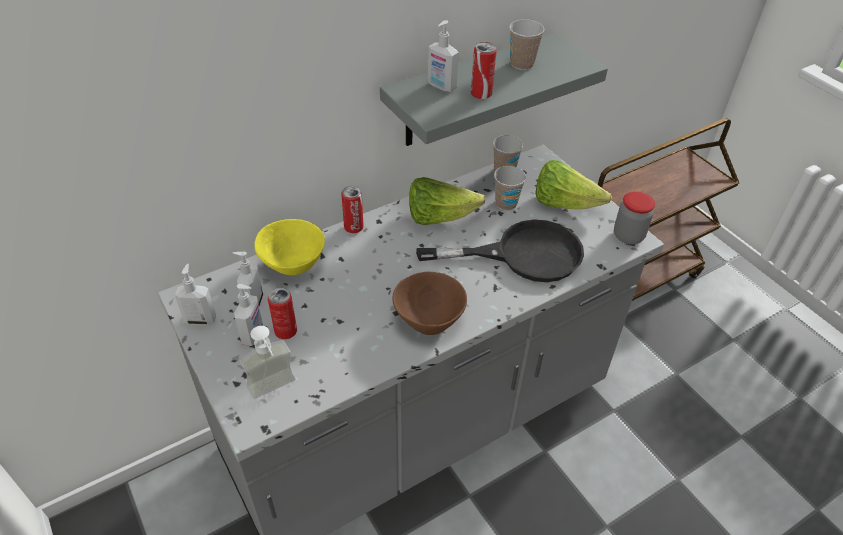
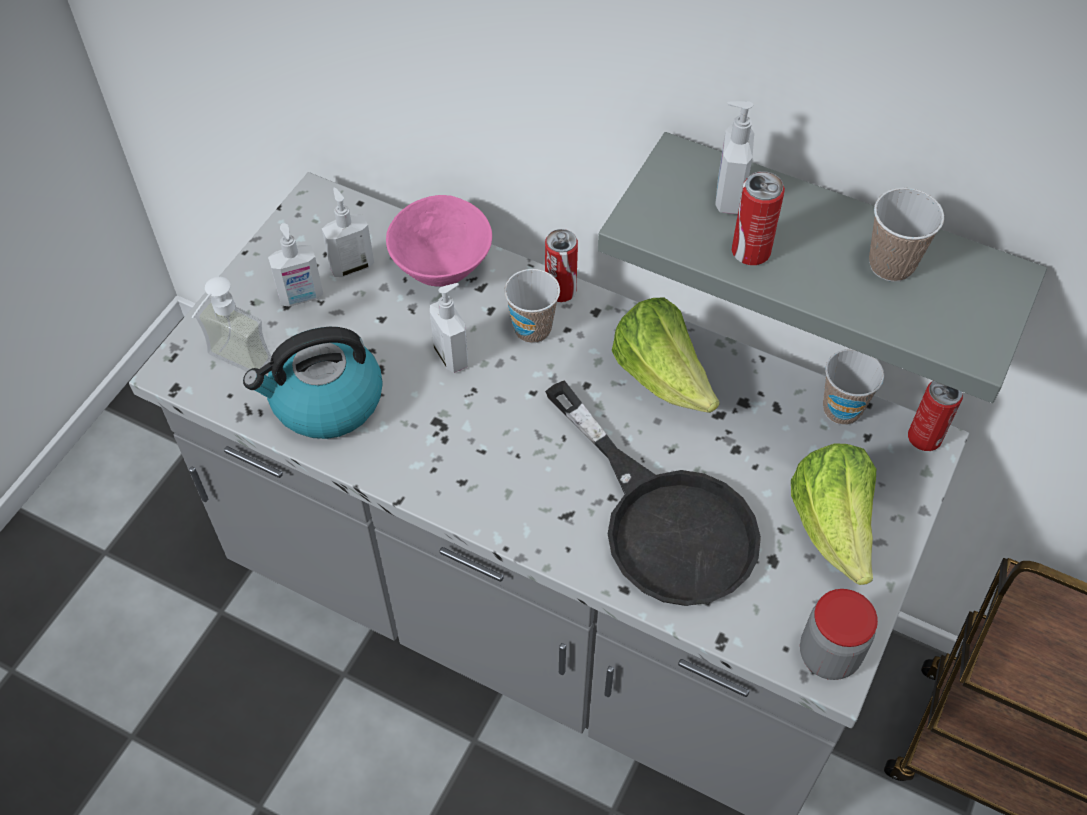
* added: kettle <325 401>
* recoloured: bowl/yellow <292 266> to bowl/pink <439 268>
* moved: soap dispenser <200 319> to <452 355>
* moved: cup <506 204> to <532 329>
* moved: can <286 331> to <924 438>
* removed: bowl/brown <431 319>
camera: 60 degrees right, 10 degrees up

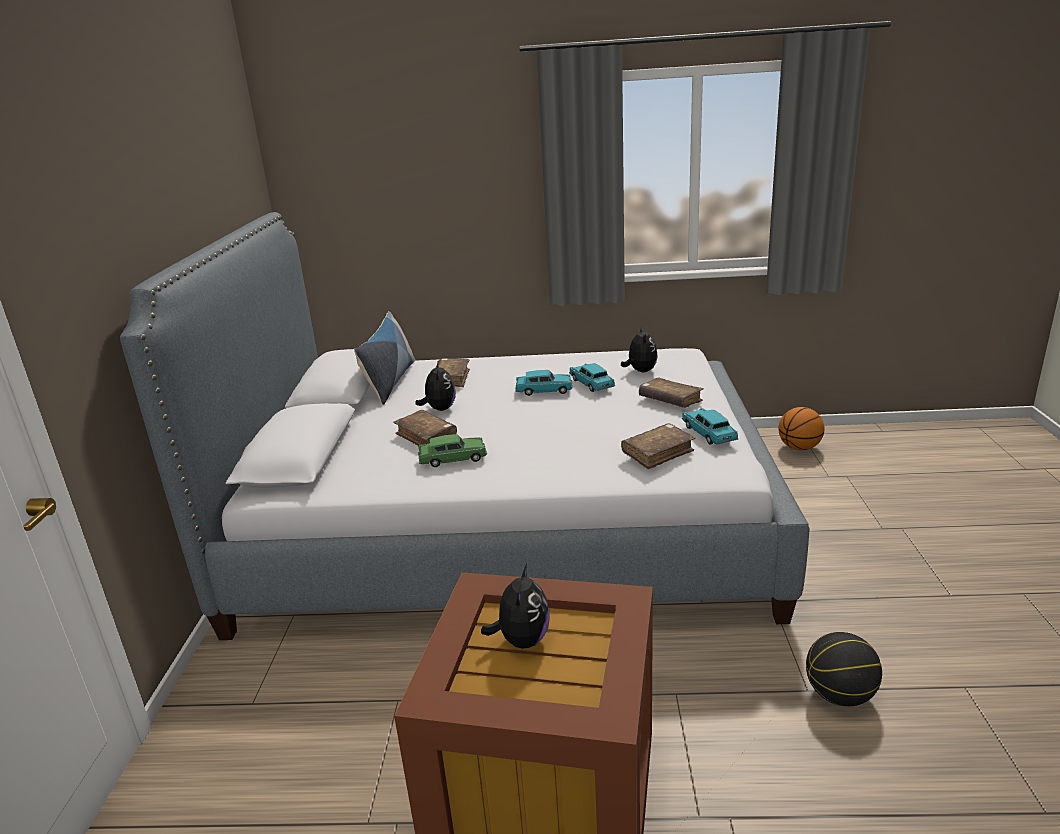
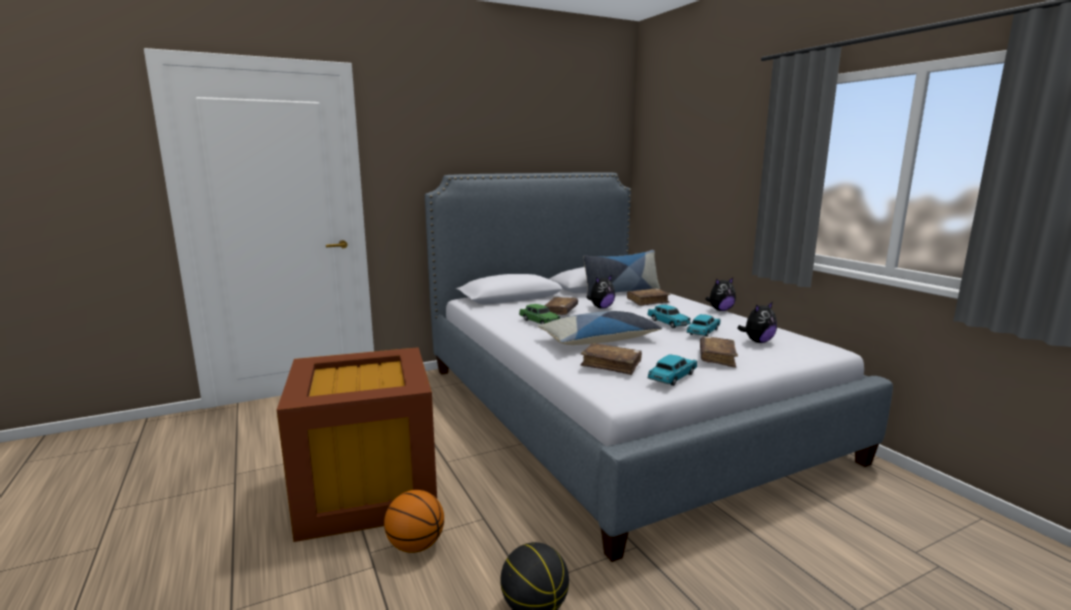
* moved: basketball <799 448> to <416 545>
* added: pillow <599 340>
* moved: plush toy <522 640> to <720 310>
camera: 60 degrees right, 10 degrees down

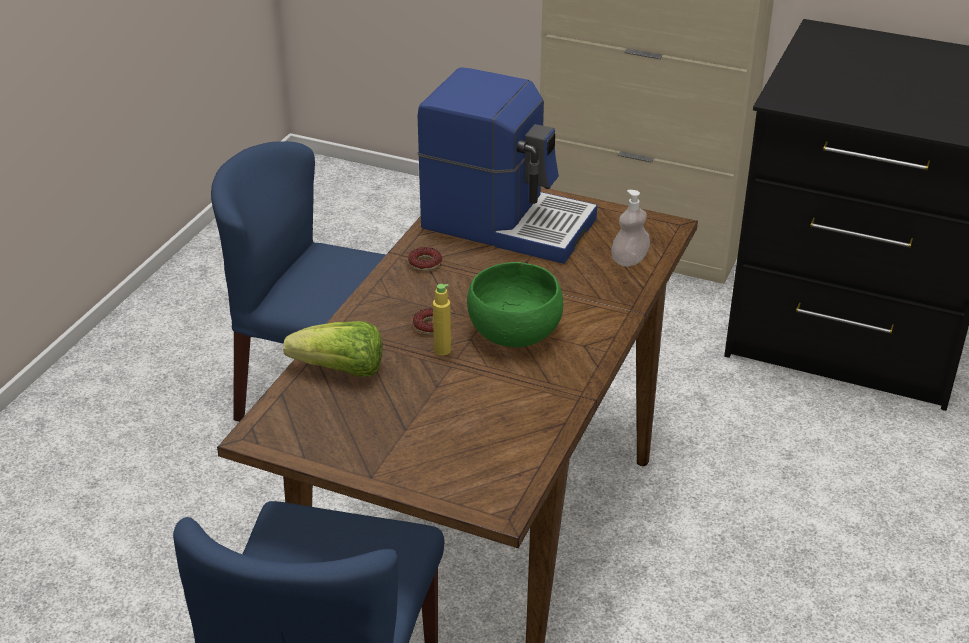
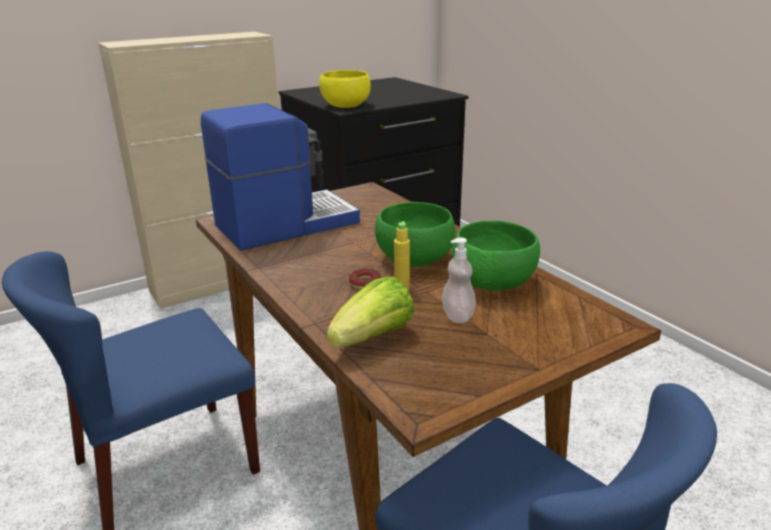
* added: bowl/yellow <346 105>
* moved: soap dispenser <629 260> to <457 316>
* added: bowl/green <492 282>
* removed: donut <425 263>
camera: 55 degrees left, 10 degrees down

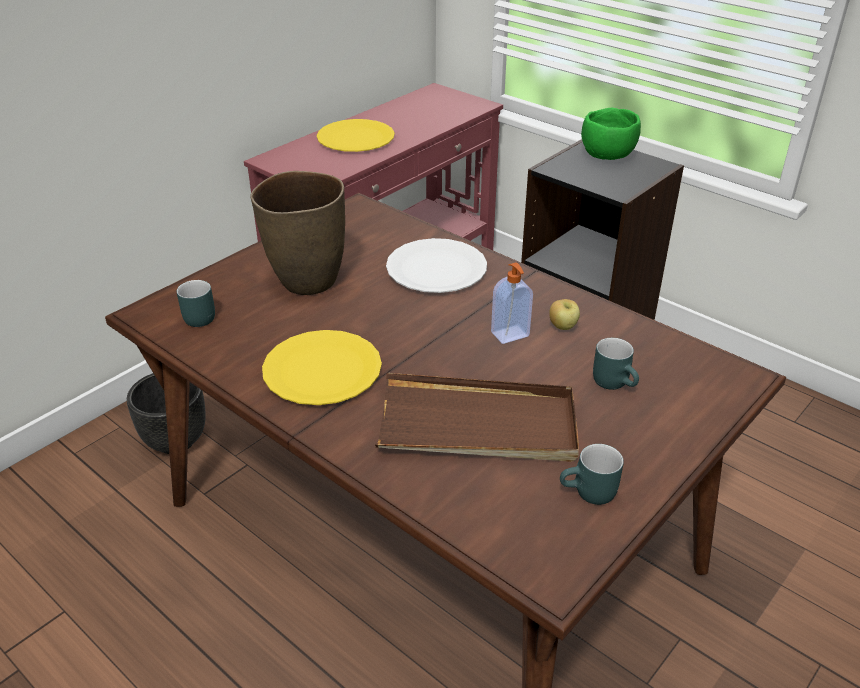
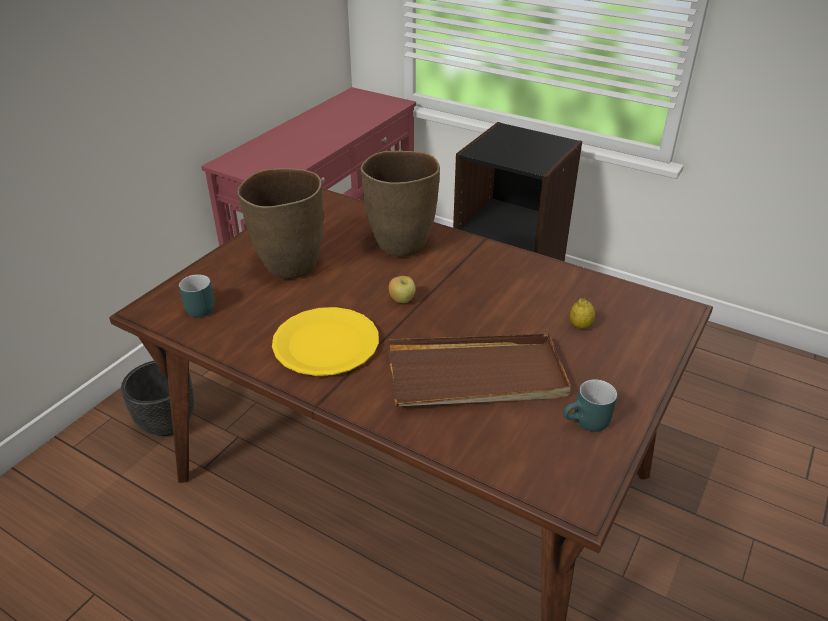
* replaced: plate/white <436 269> to vase/brown <400 245>
* moved: apple <563 327> to <402 300>
* replaced: mug/turquoise <616 382> to lemon <580 326>
* removed: plate/yellow <355 138>
* removed: soap dispenser <510 335>
* removed: bowl/green <609 156>
camera: 10 degrees left, 0 degrees up

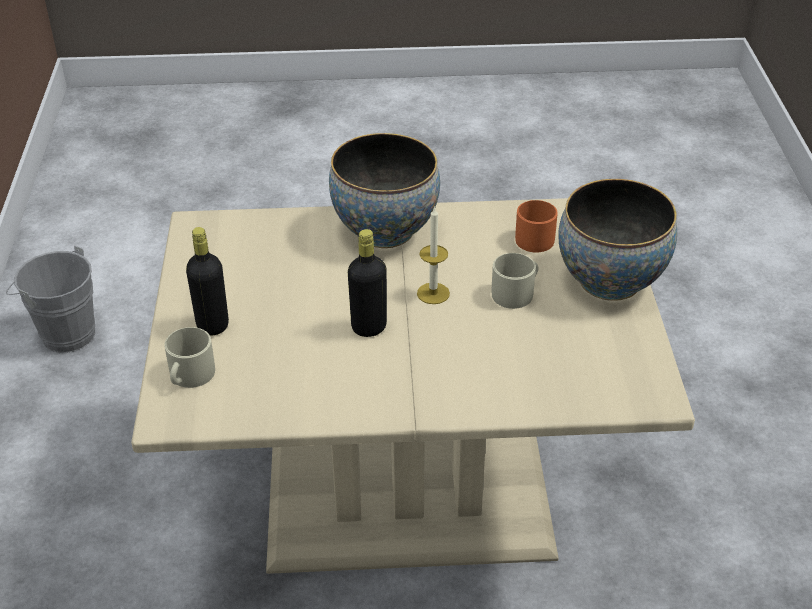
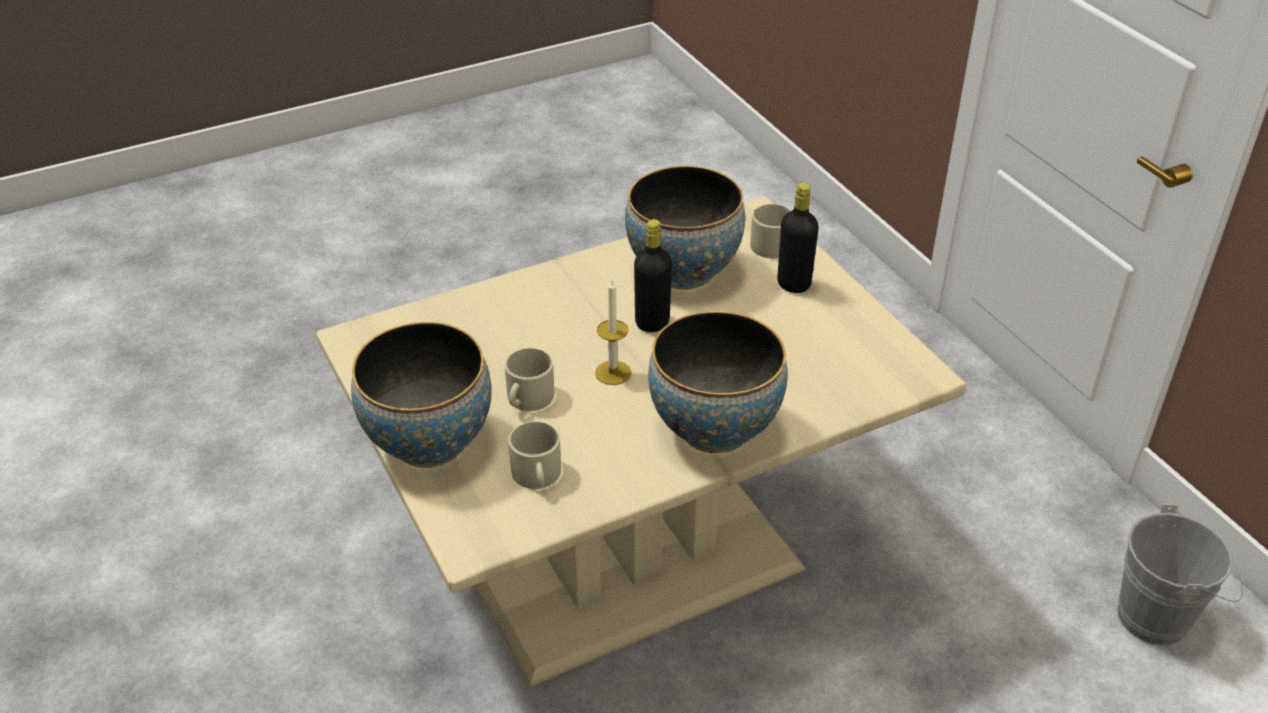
* recoloured: mug/orange <535 237> to mug/beige <537 476>
* added: bowl <683 271>
camera: 155 degrees right, 0 degrees up

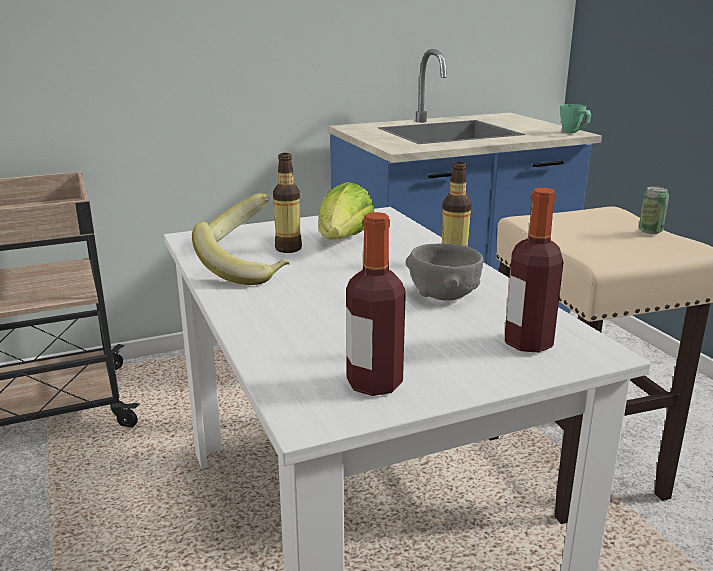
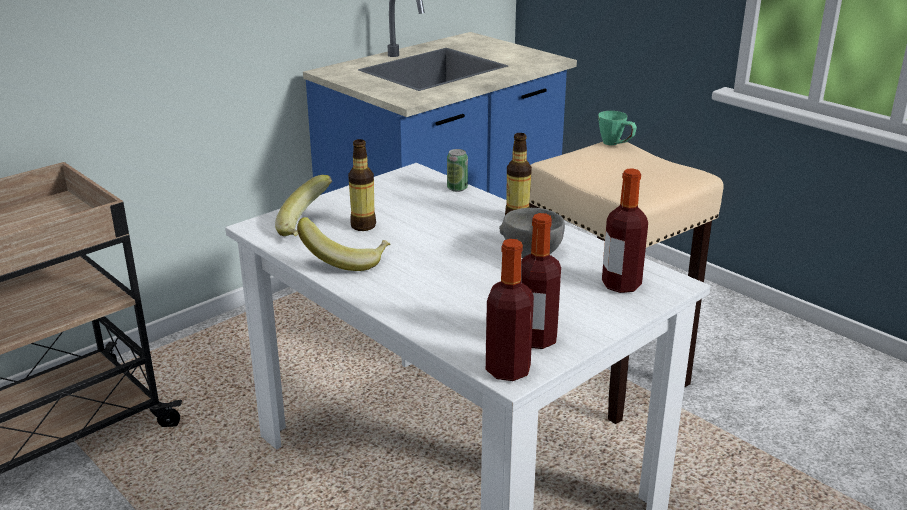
* moved: can <650 231> to <457 188>
* added: bottle <508 370>
* moved: mug/green <574 132> to <616 144>
* removed: lettuce <343 241>
camera: 20 degrees left, 5 degrees up

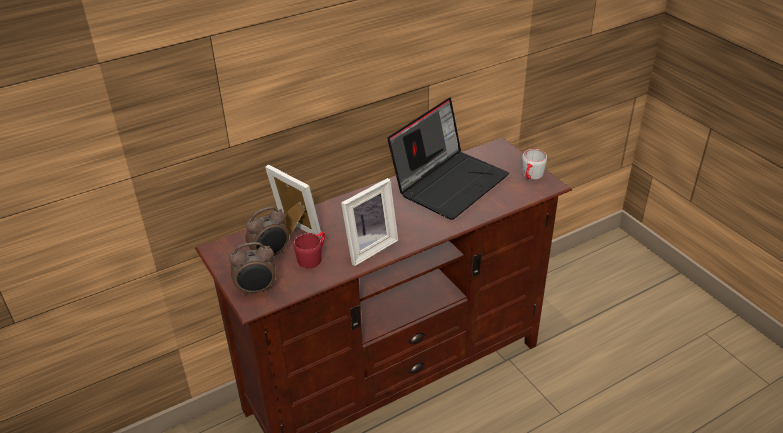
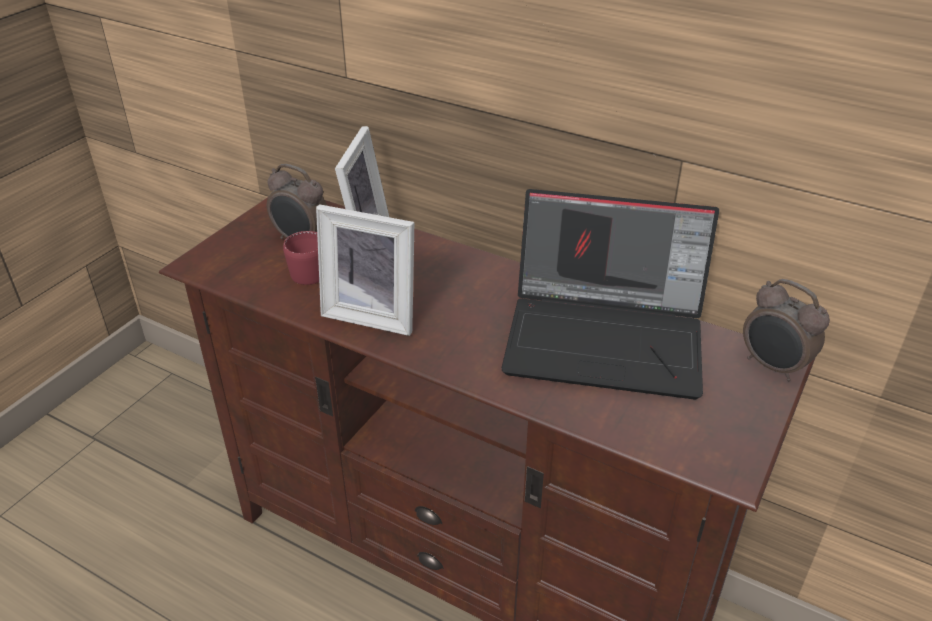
* moved: alarm clock <256 290> to <773 367>
* removed: mug/grey <531 176>
camera: 60 degrees right, 0 degrees up

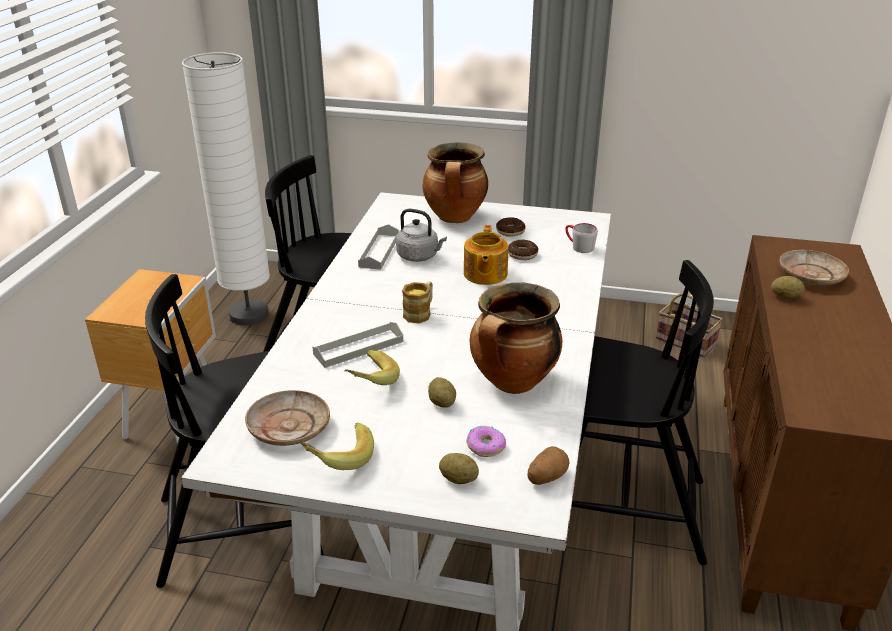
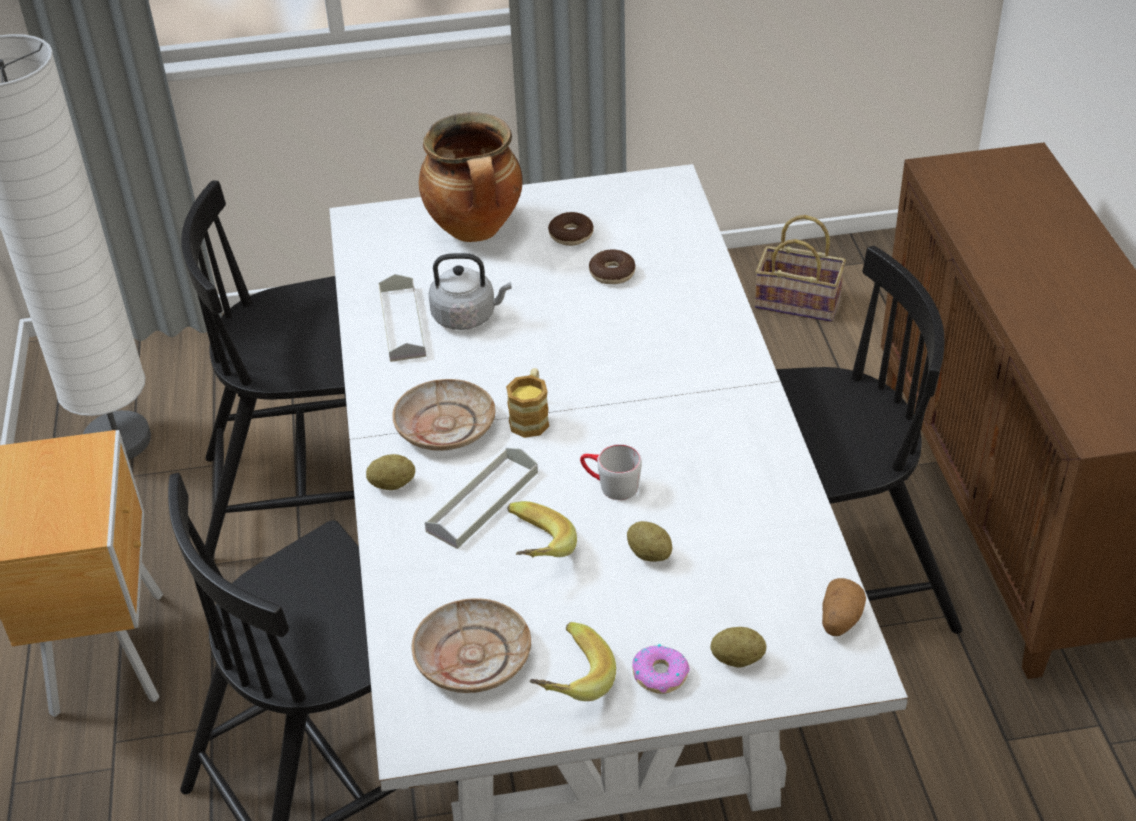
* moved: potato <785 297> to <392 484>
* moved: plate/beige <810 275> to <444 426>
* moved: mug/grey <578 246> to <610 485>
* moved: donut <485 446> to <660 674>
* removed: teapot <484 274>
* removed: cooking pot <513 383>
camera: 20 degrees left, 10 degrees up

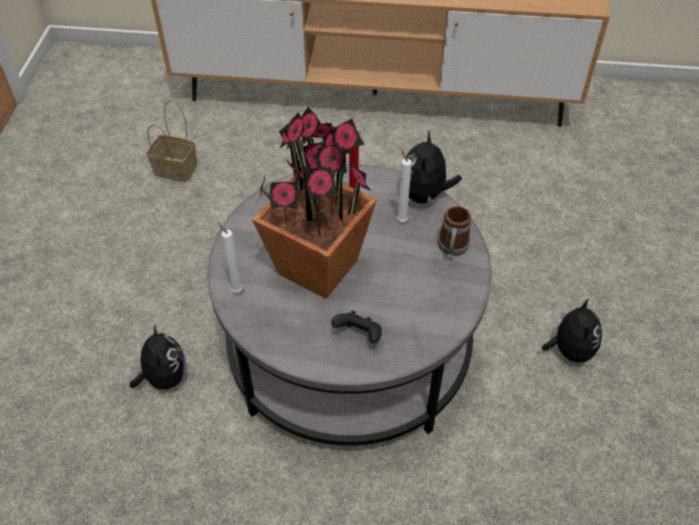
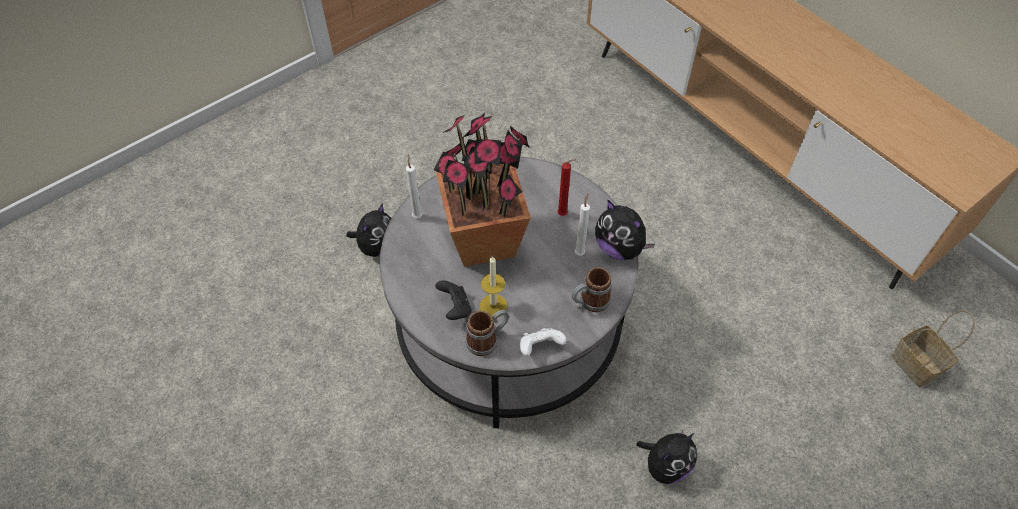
* added: mug <487 339>
* added: candle <493 306>
* added: game controller/white <540 347>
* turned: plush toy <425 195> = <620 248> 105 degrees counterclockwise
* moved: basket <177 169> to <918 365>
camera: 45 degrees right, 5 degrees up

